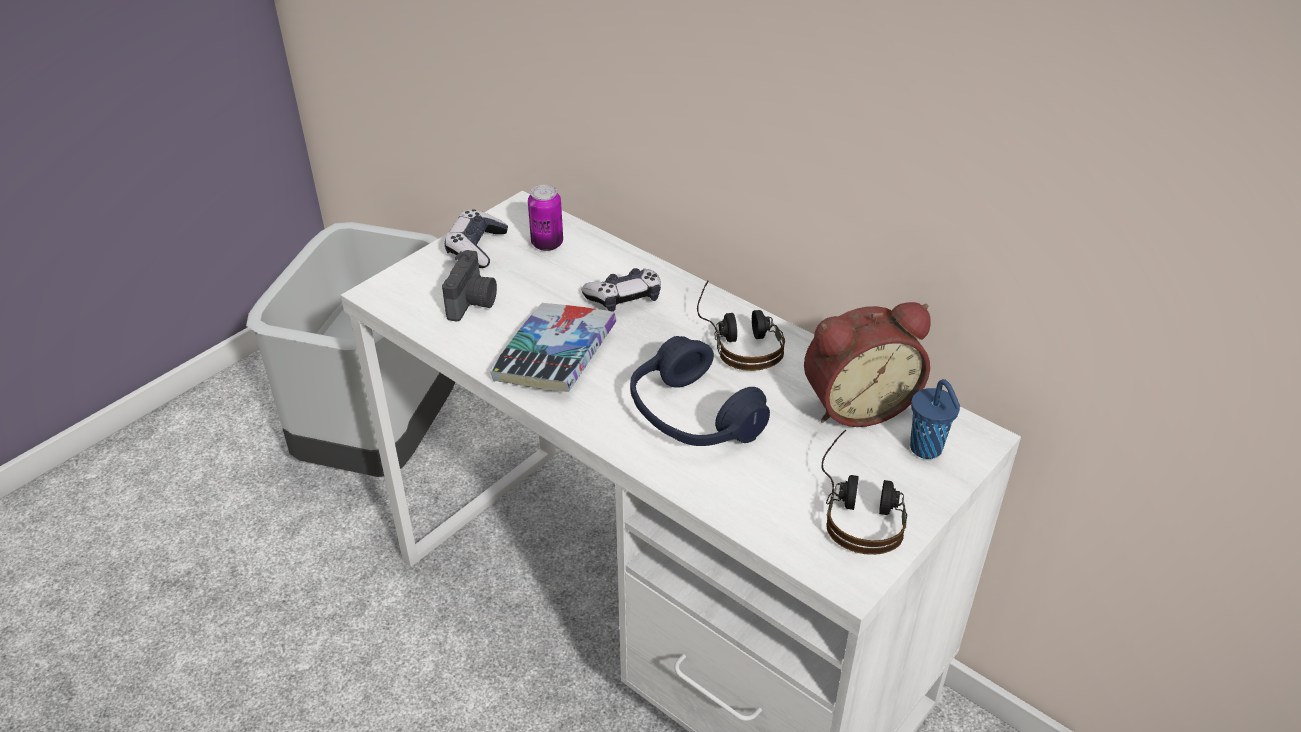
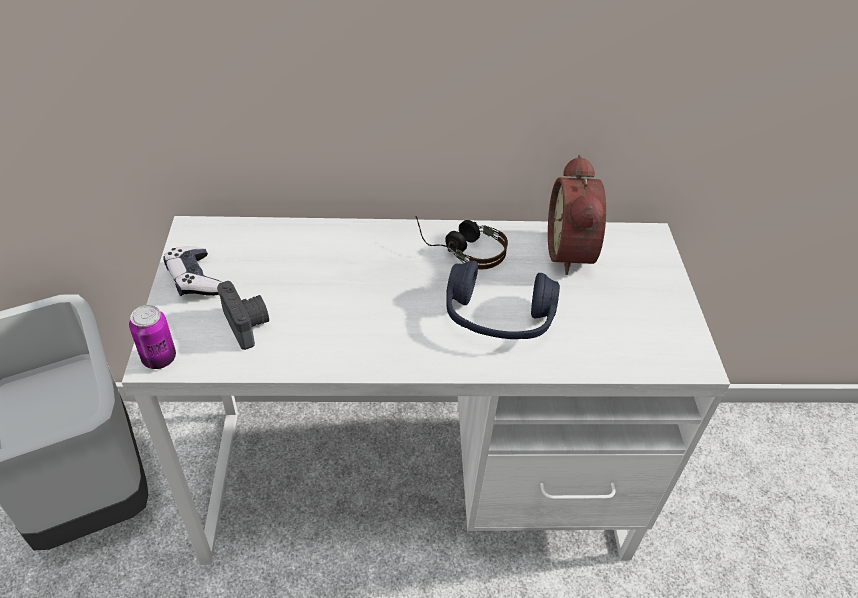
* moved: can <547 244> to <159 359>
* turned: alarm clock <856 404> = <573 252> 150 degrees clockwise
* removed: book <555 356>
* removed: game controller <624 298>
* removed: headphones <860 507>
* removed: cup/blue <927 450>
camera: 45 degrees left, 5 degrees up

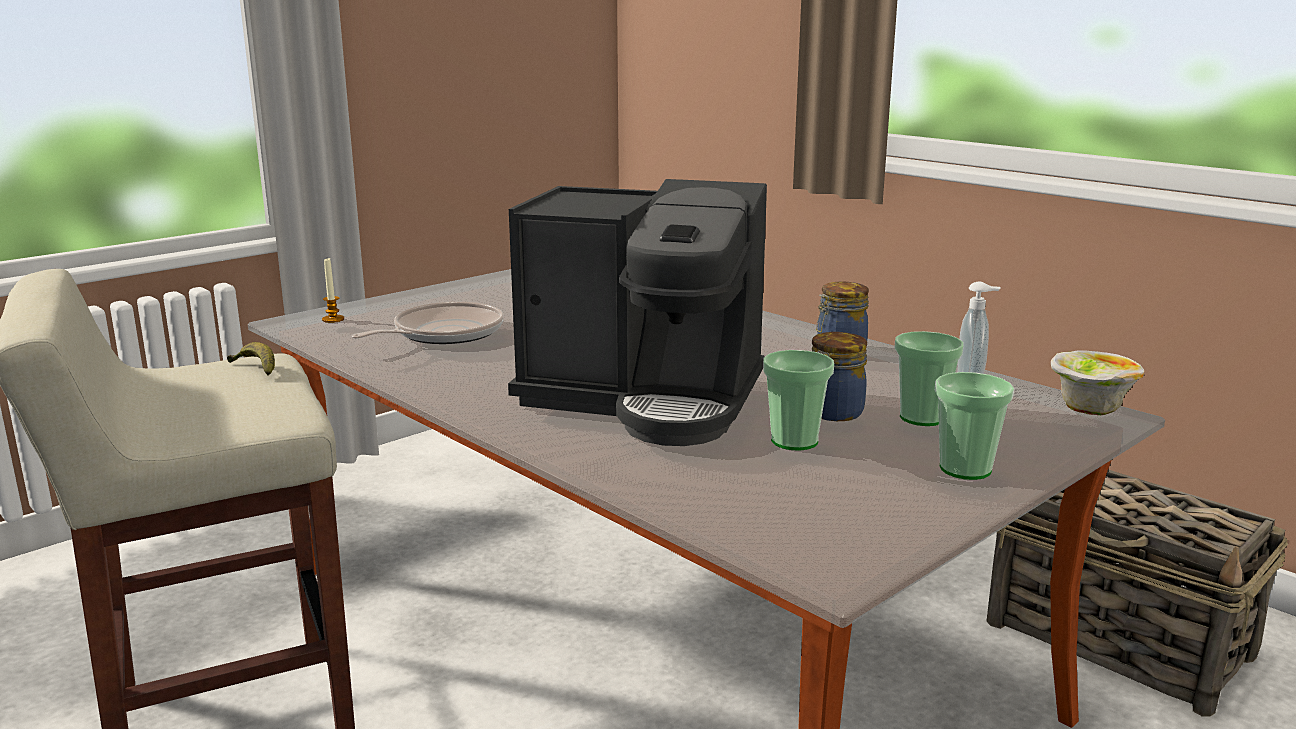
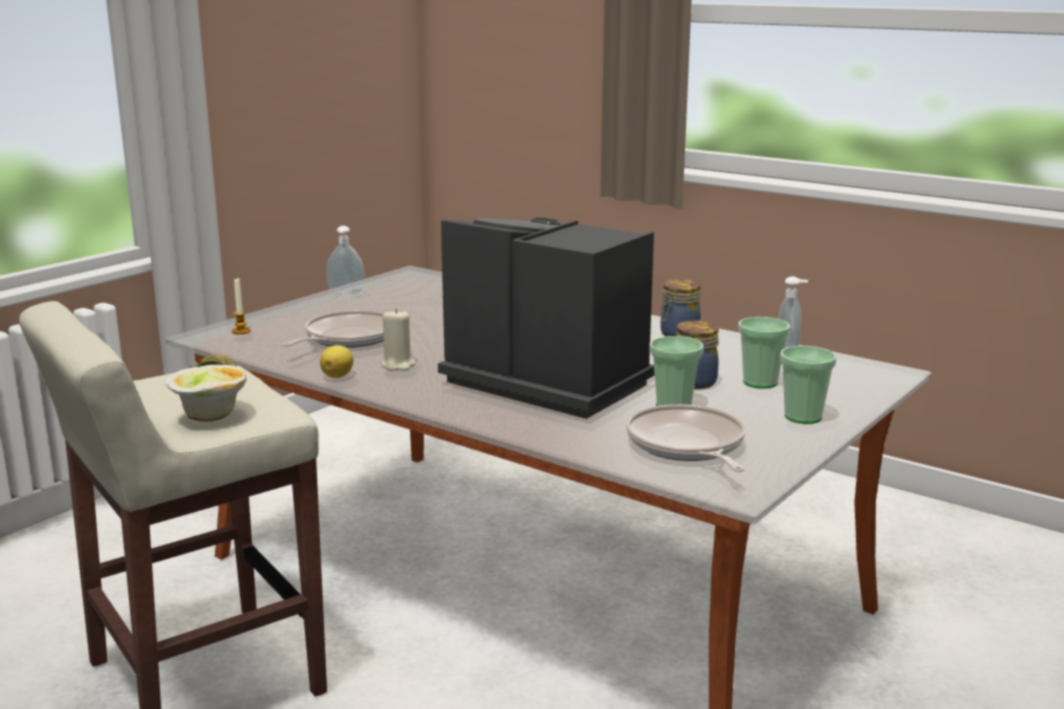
* moved: bowl <1088 410> to <209 417>
* added: lemon <338 376>
* added: soap dispenser <346 296>
* added: candle/beige <398 365>
* turned: coffee machine <646 399> = <546 381> 150 degrees counterclockwise
* added: frying pan <687 446>
* removed: basket <1120 641>
camera: 10 degrees left, 0 degrees up

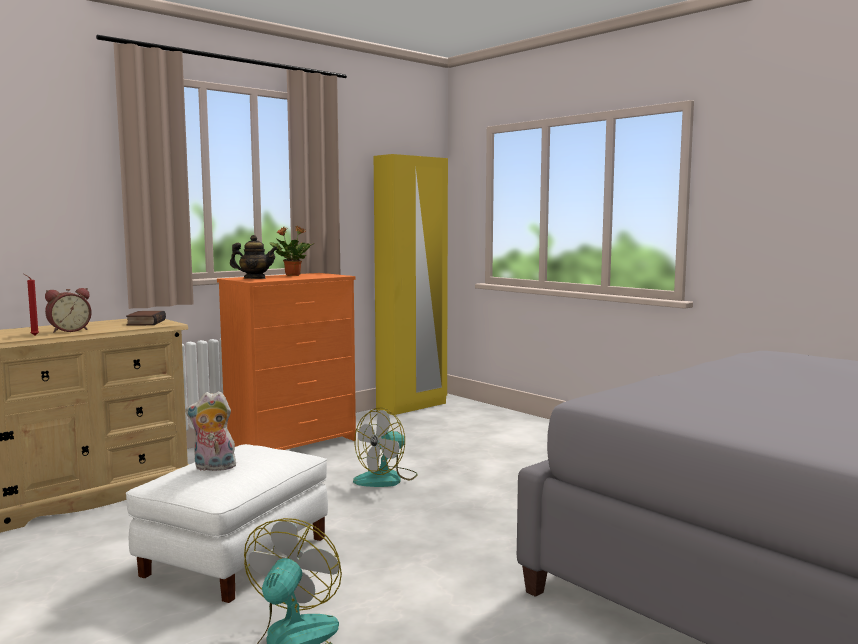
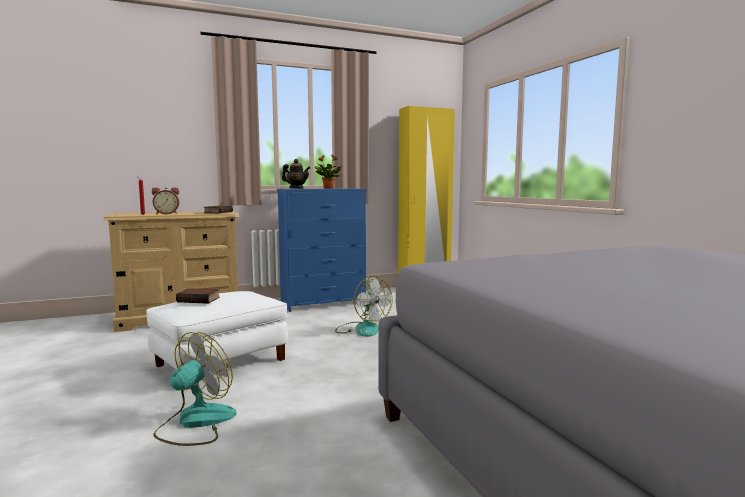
* replaced: plush toy <213 468> to book <199 299>
* recoloured: dresser/orange <293 445> to dresser/blue <323 303>
* turned: fan <386 478> = <362 329> 105 degrees counterclockwise
camera: 20 degrees right, 0 degrees up

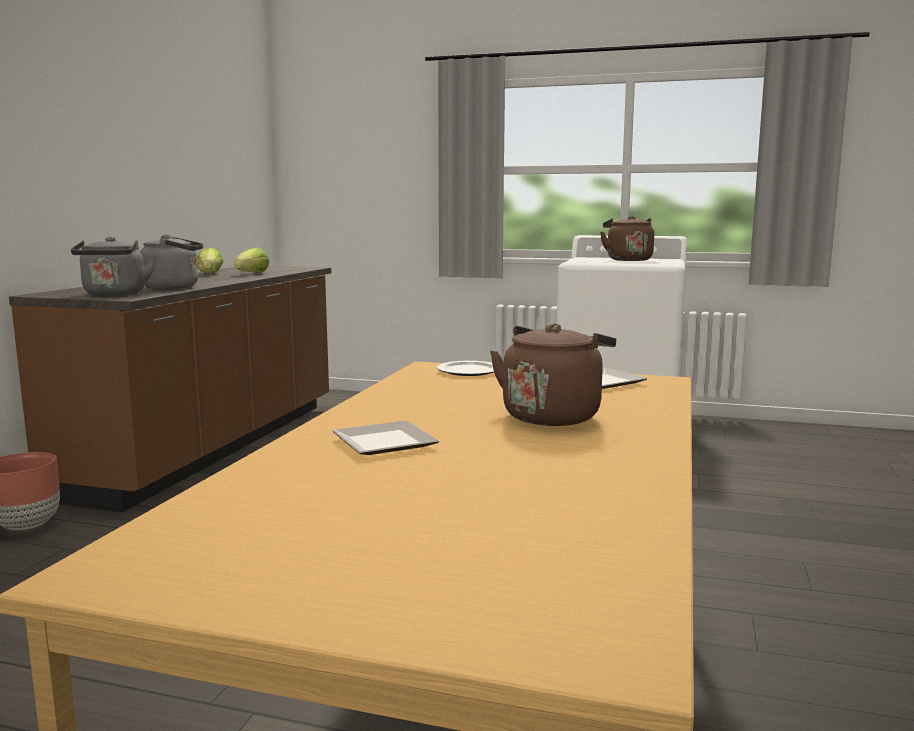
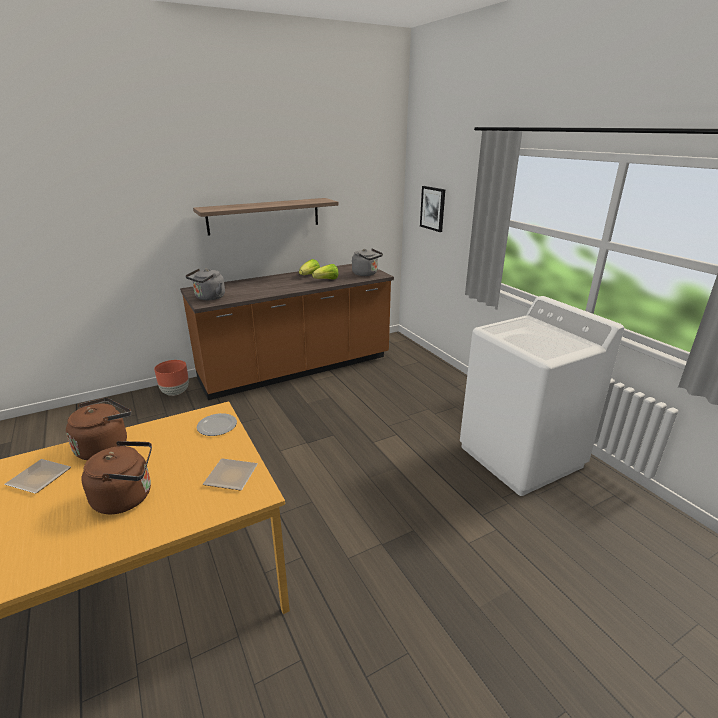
* moved: kettle/brown <627 260> to <105 447>
* added: shelf <264 216>
* moved: kettle/grey <175 288> to <366 274>
* added: picture <433 208>
camera: 45 degrees right, 15 degrees up

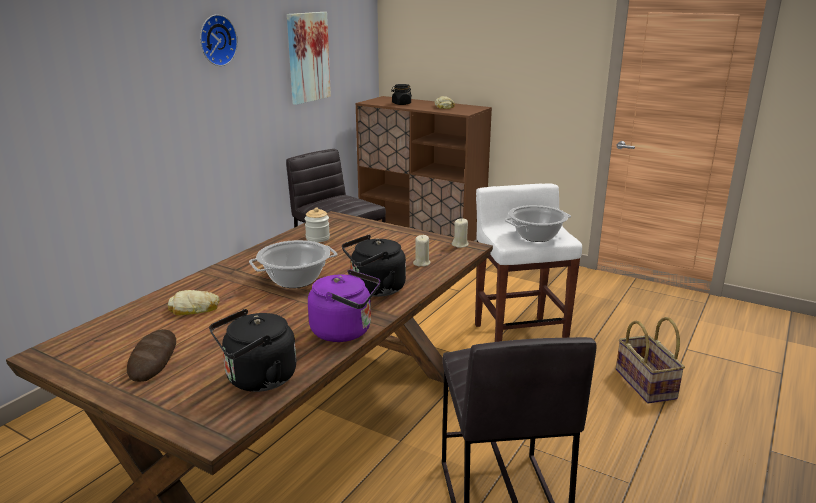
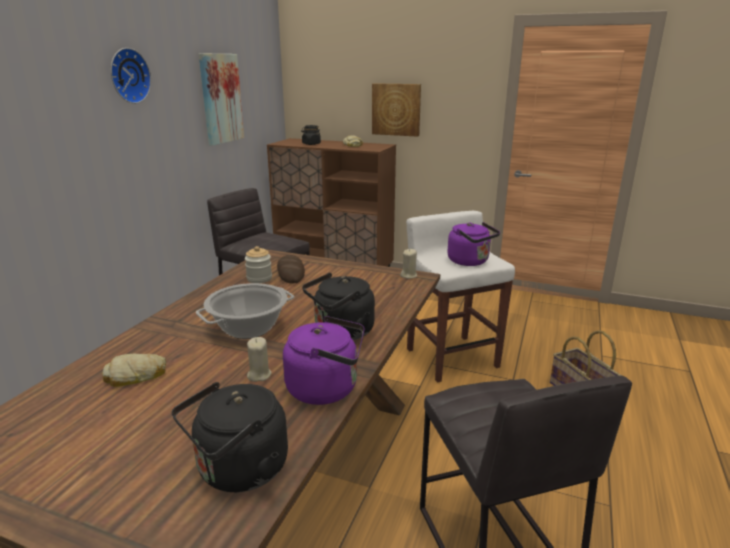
* moved: candle/beige <421 263> to <259 375>
* moved: bread <153 359> to <291 273>
* added: picture <396 109>
* replaced: cooking pot <536 236> to kettle/purple <470 262>
camera: 10 degrees left, 0 degrees up

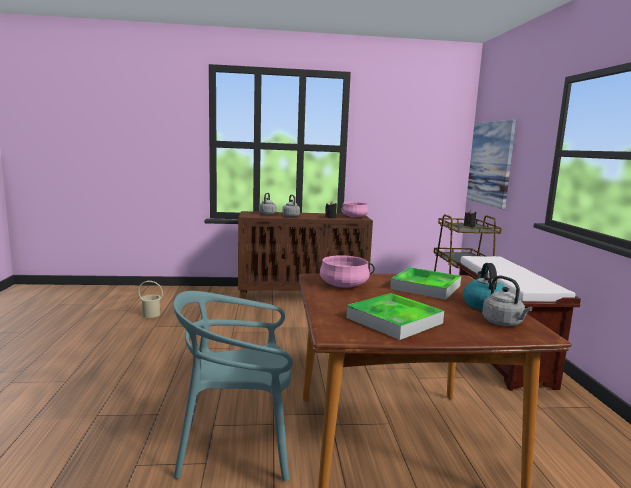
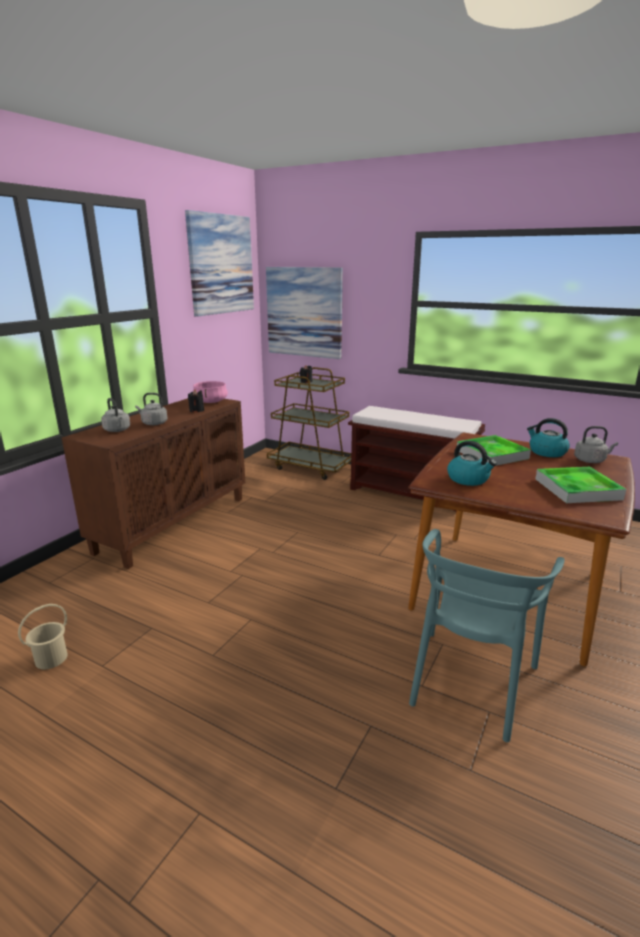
* added: picture <221 264>
* replaced: cooking pot/pink <344 285> to kettle <468 479>
camera: 55 degrees left, 10 degrees up

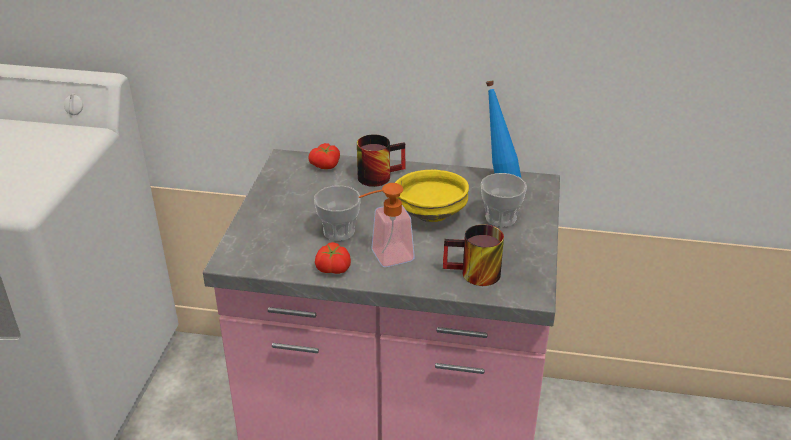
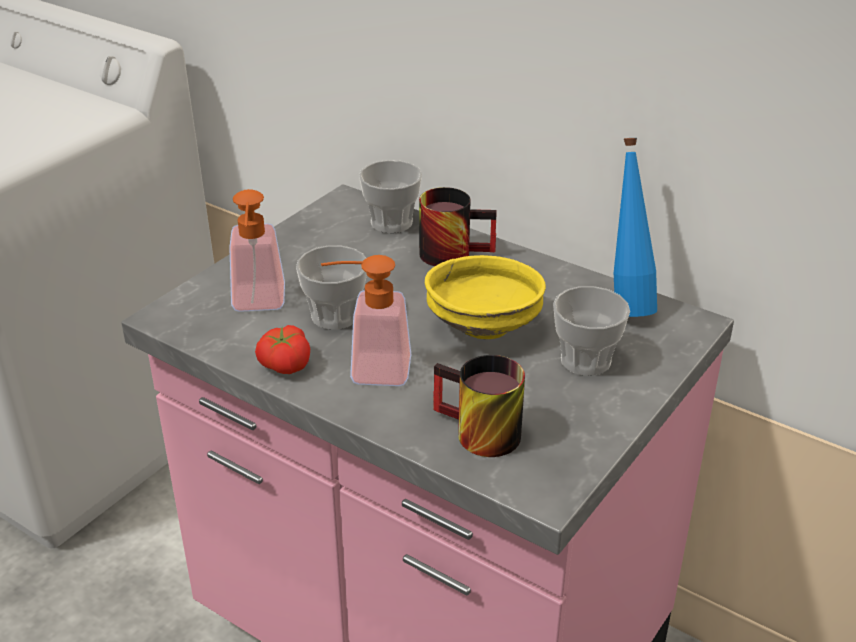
* added: soap dispenser <258 305>
* replaced: tomato <326 166> to cup <391 222>
camera: 25 degrees right, 0 degrees up

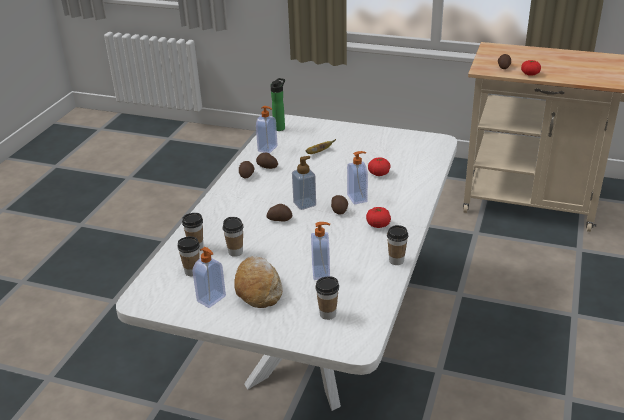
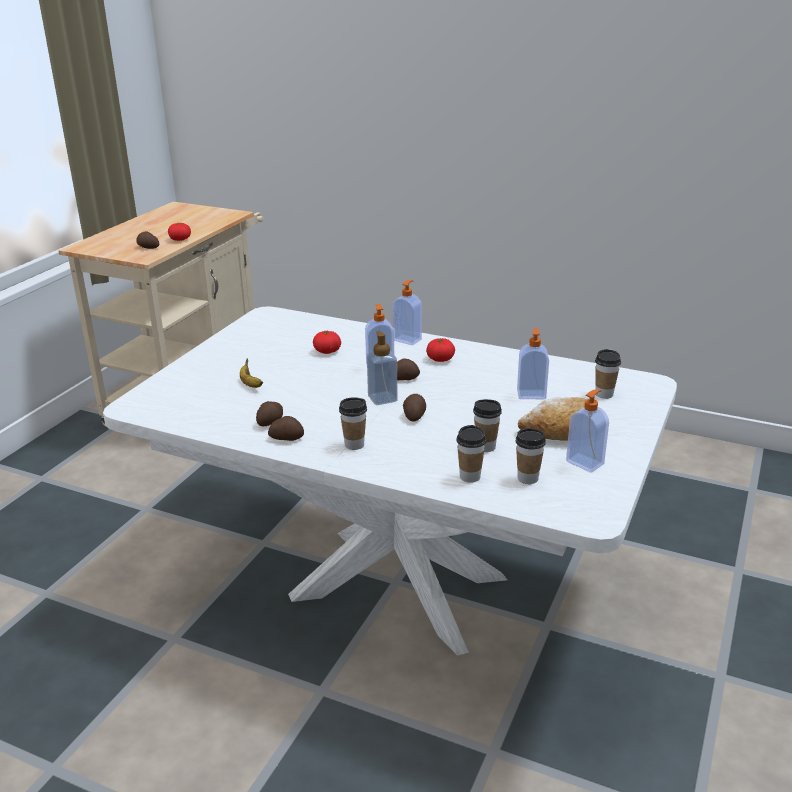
* moved: cup <396 260> to <354 444>
* moved: soap dispenser <268 149> to <407 339>
* removed: bottle <280 127>
camera: 85 degrees left, 5 degrees down

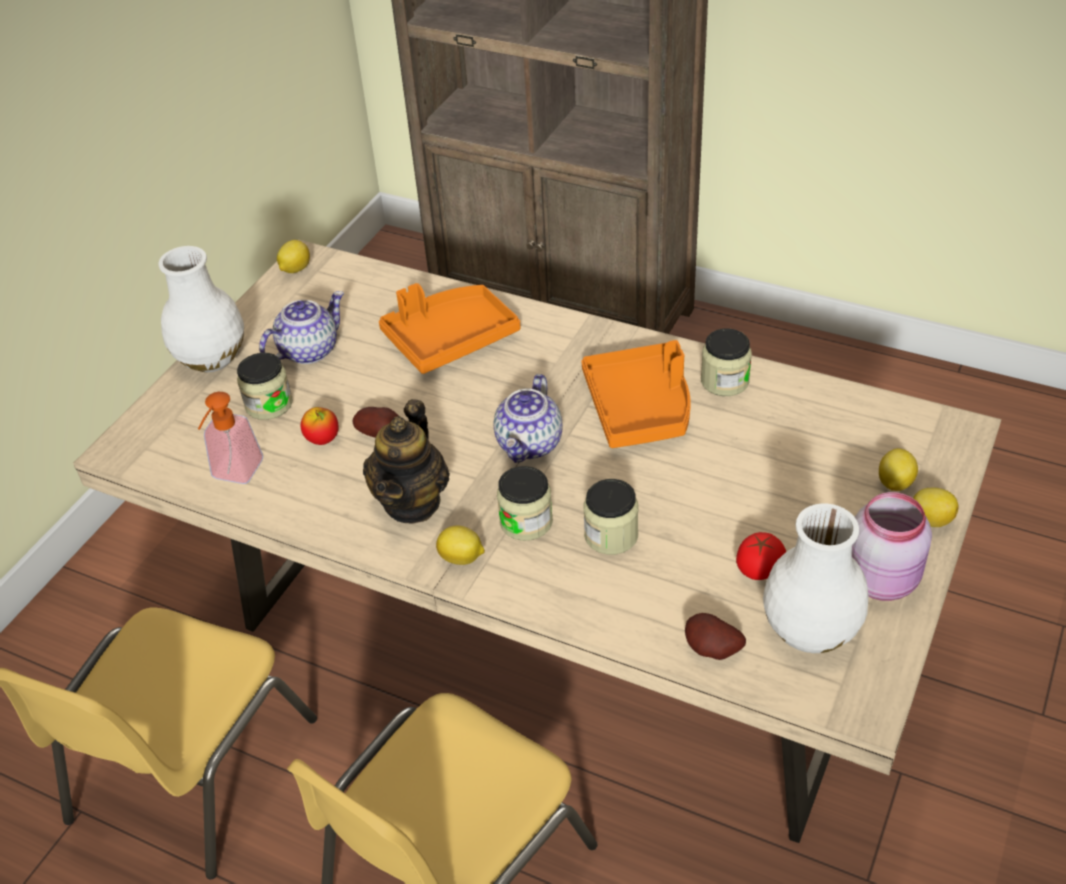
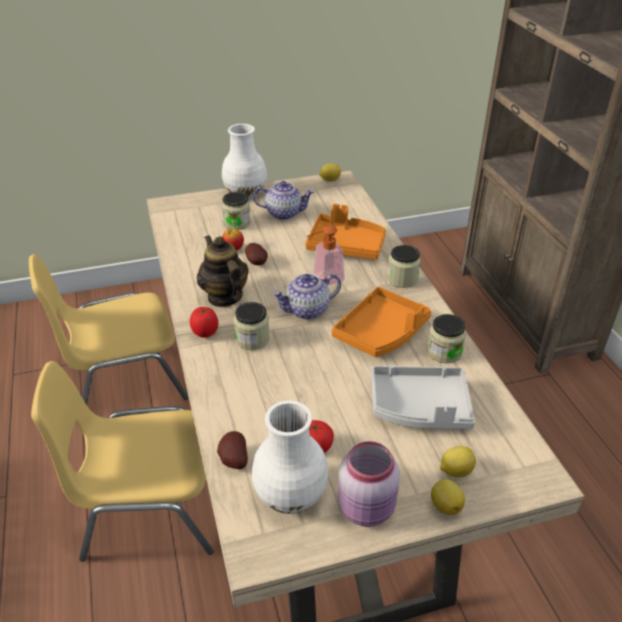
* replaced: lemon <462 558> to tomato <205 332>
* turned: teapot <412 502> = <224 297> 90 degrees clockwise
* moved: soap dispenser <234 475> to <323 279>
* added: tray/grey <420 407>
* moved: jar <611 535> to <402 279>
camera: 45 degrees right, 5 degrees down

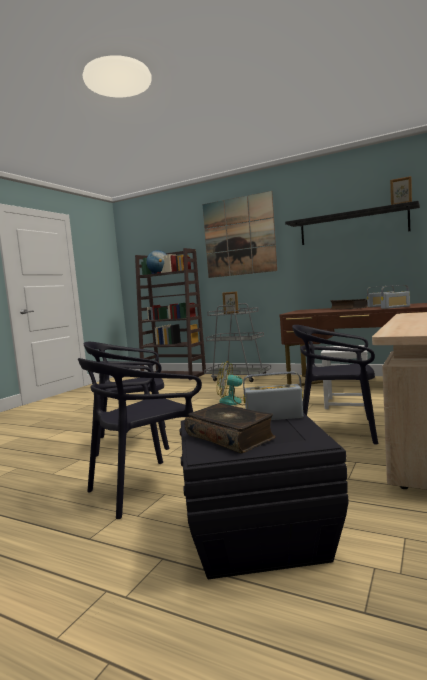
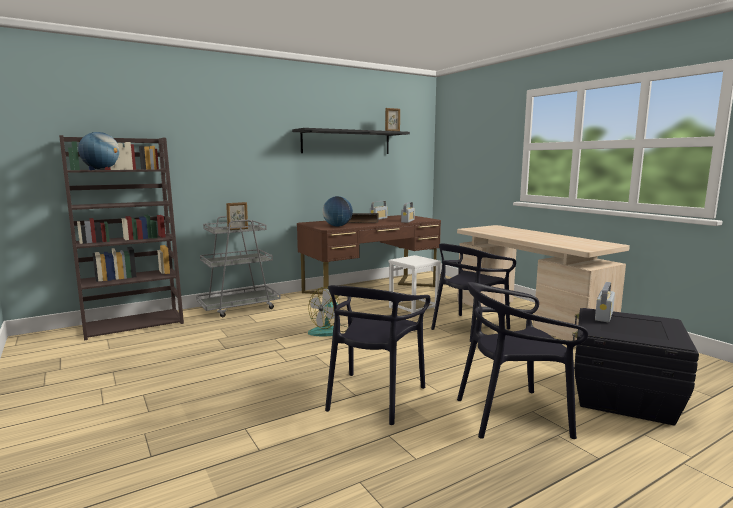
* added: globe <337 226>
* turned: chair/black <147 488> = <512 415> 90 degrees clockwise
* removed: book <230 437>
* removed: picture <239 236>
camera: 60 degrees left, 5 degrees up

